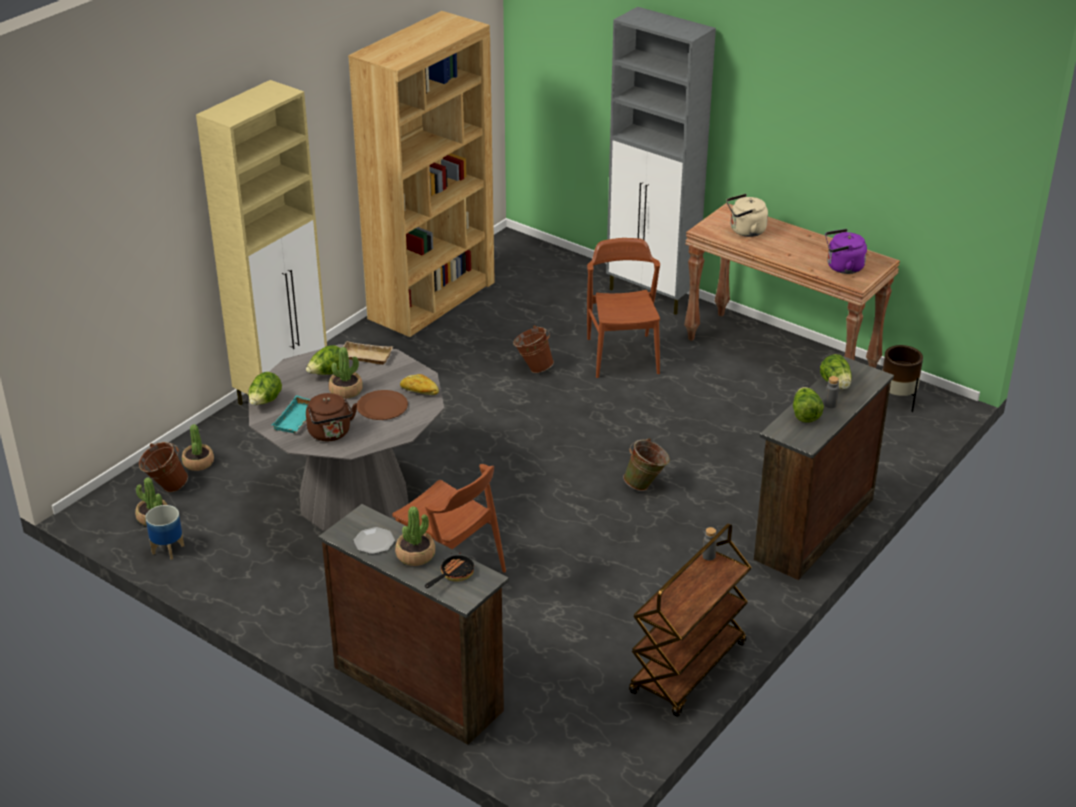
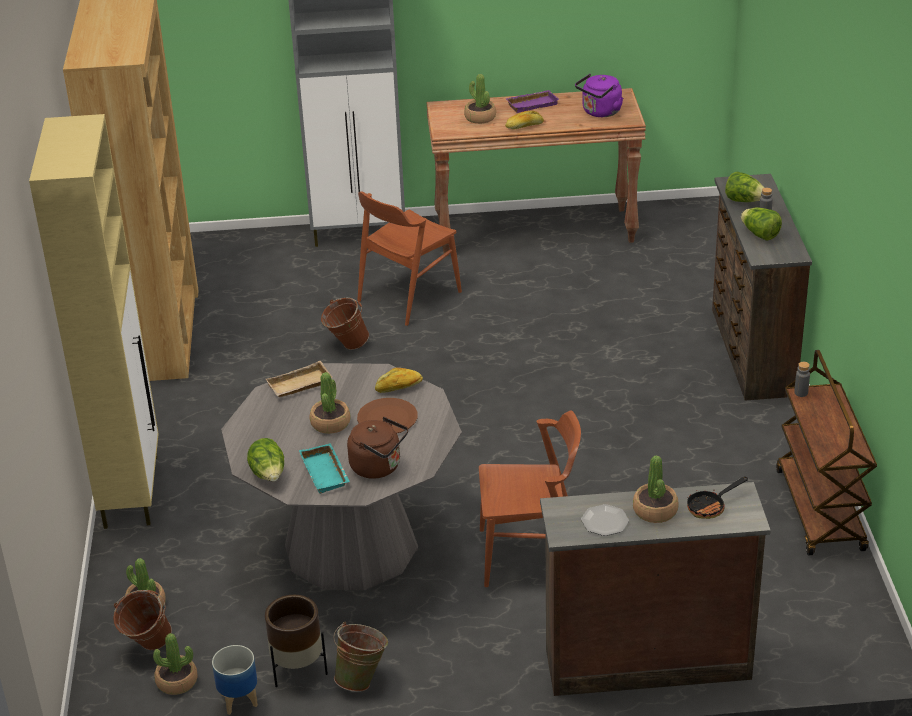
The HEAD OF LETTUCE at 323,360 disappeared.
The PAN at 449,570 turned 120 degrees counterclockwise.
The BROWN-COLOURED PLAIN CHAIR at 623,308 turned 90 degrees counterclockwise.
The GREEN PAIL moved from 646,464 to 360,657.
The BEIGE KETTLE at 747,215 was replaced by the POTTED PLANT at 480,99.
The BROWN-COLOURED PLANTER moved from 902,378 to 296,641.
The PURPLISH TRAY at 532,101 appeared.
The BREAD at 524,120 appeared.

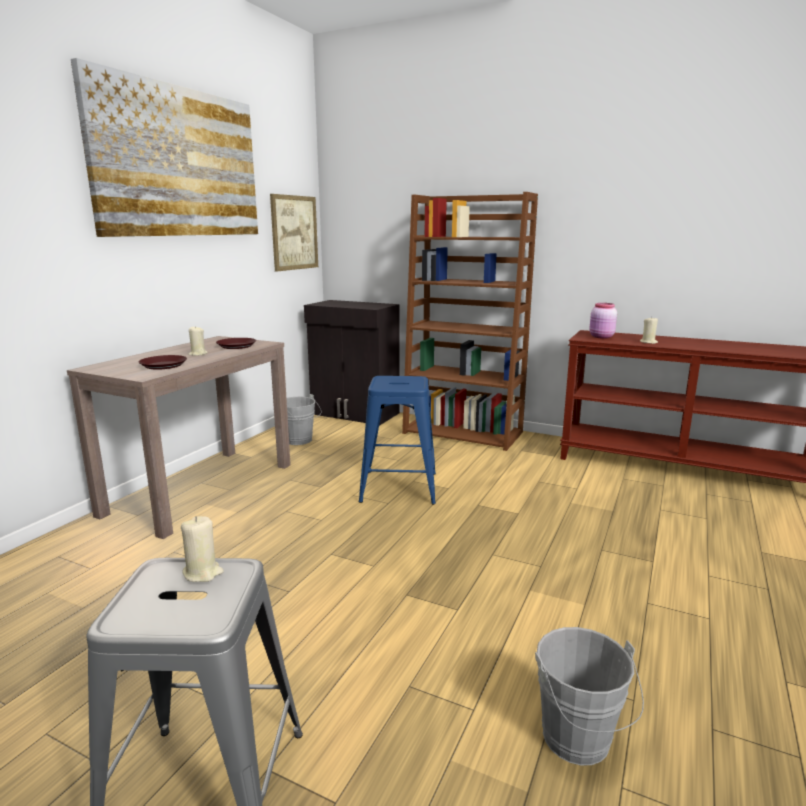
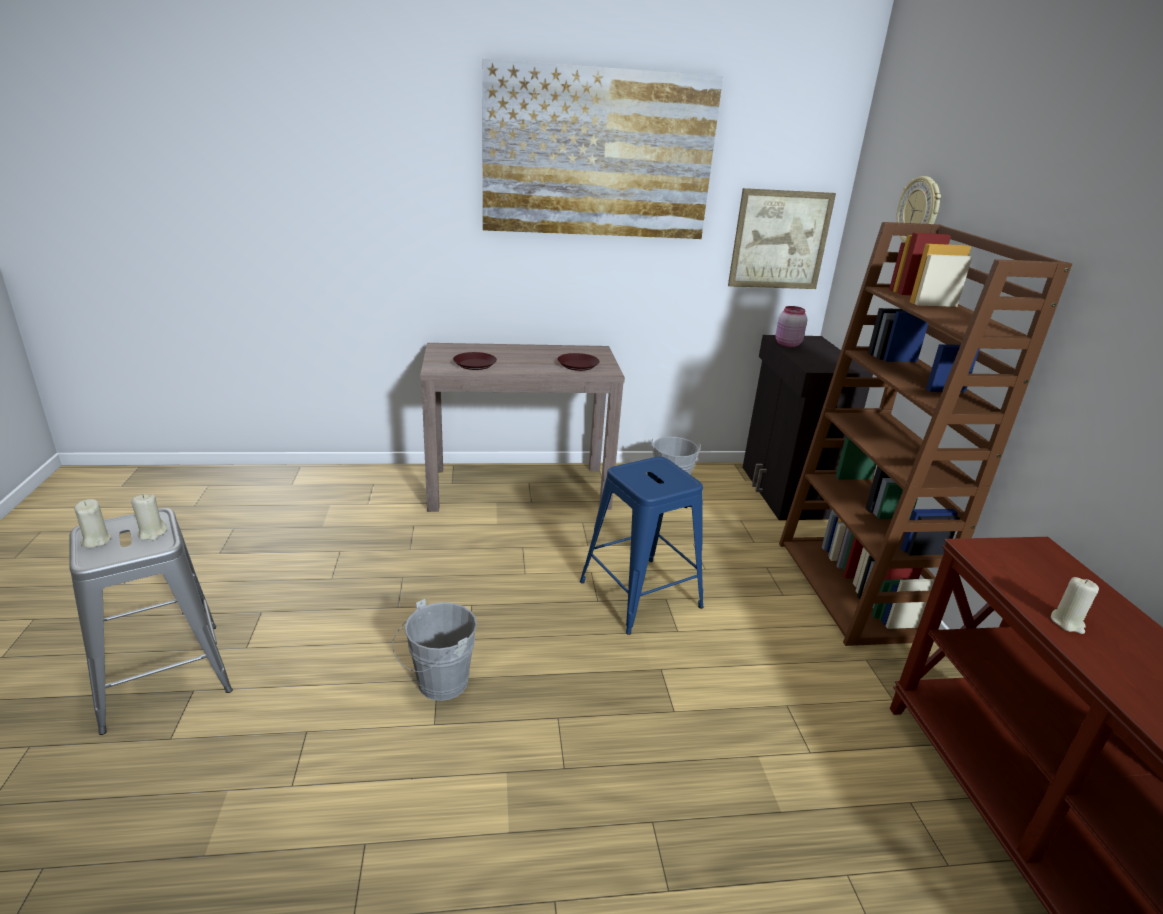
The BEIGE WAX LIGHT moved from 198,341 to 93,523.
The GRAY PAIL moved from 589,696 to 434,650.
The PINK-COLOURED STORAGE JAR moved from 603,321 to 791,326.
The HANGING CLOCK at 918,209 appeared.

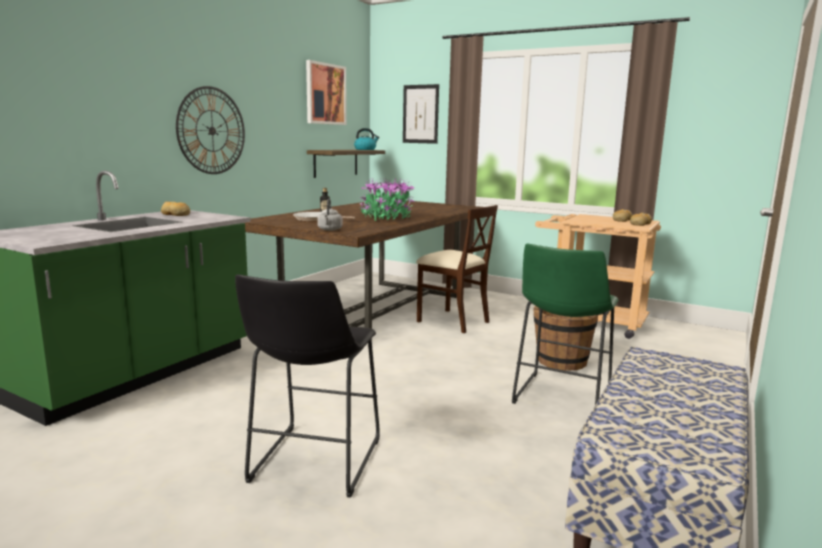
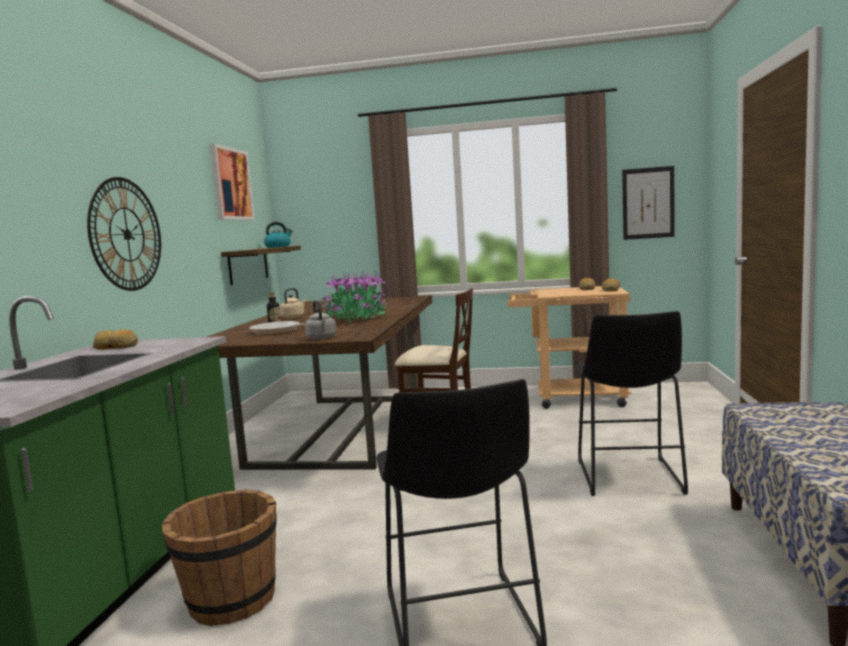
The PICTURE moved from 421,114 to 648,203.
The GREEN SITTING STOOL at 565,324 became the BLACKISH SITTING STOOL at 632,403.
The BROWN-COLOURED PAIL moved from 565,338 to 219,557.
The BEIGE KETTLE at 292,303 appeared.

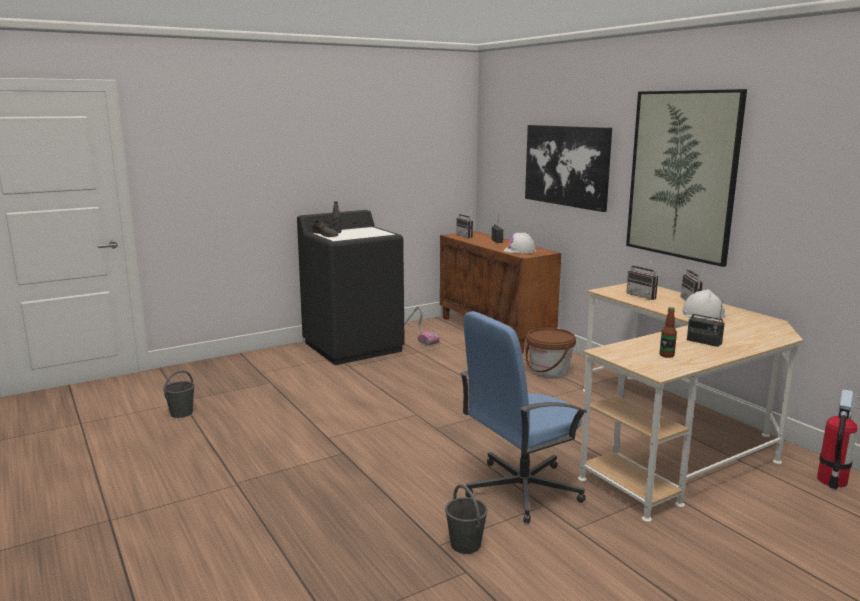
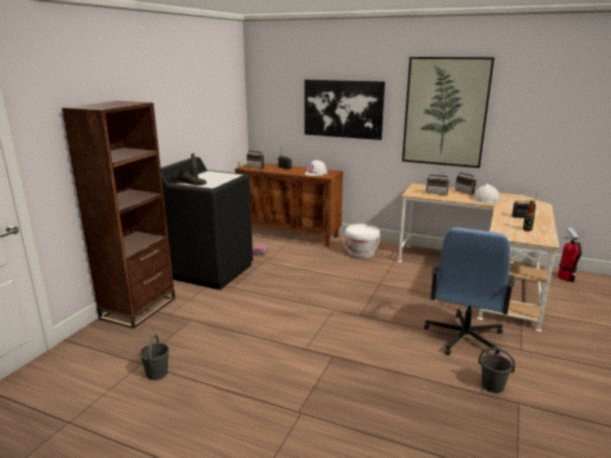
The BROWN-COLOURED PAIL at 550,353 became the WHITE-COLOURED PAIL at 361,241.
The BROWN-COLOURED BOOKCASE at 118,215 appeared.

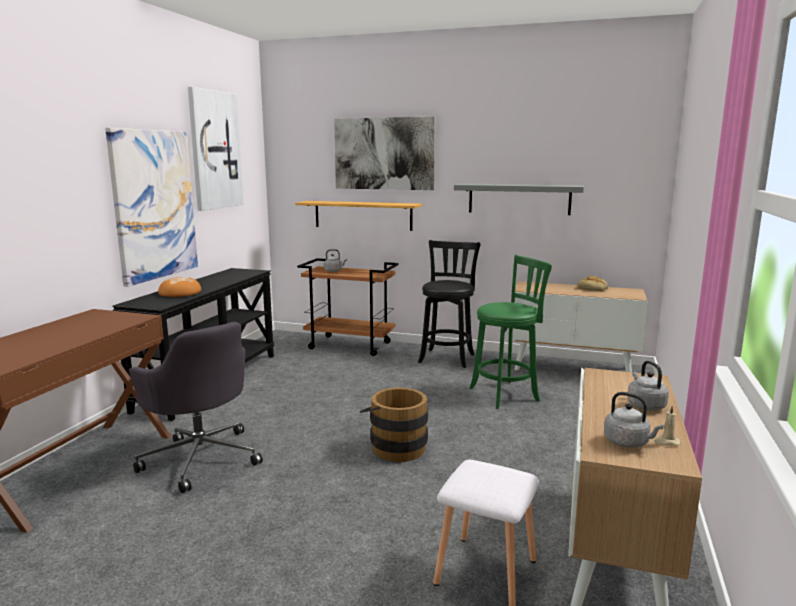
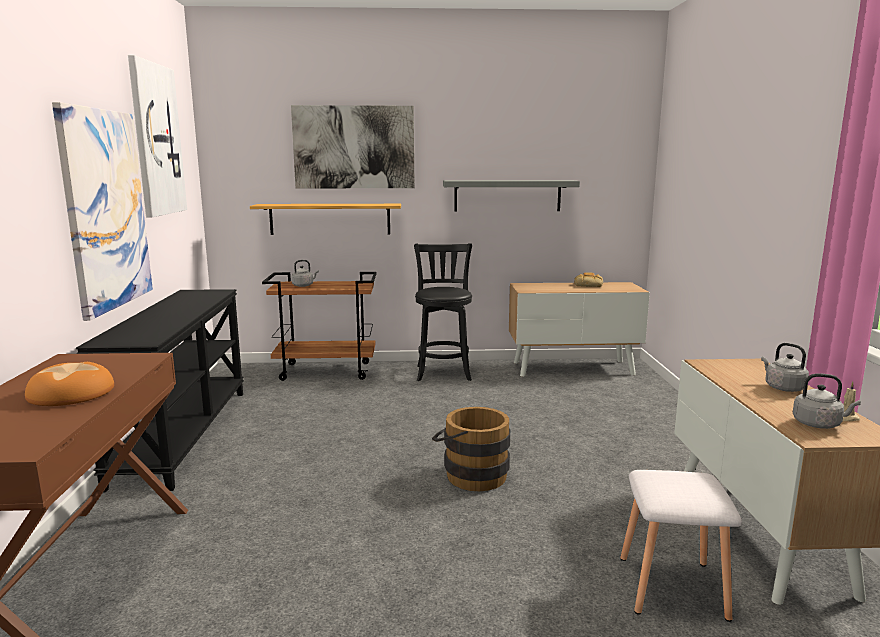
The GRAY OFFICE CHAIR at 196,407 disappeared.
The BREAD moved from 179,287 to 69,384.
The GREEN SITTING STOOL at 510,332 disappeared.

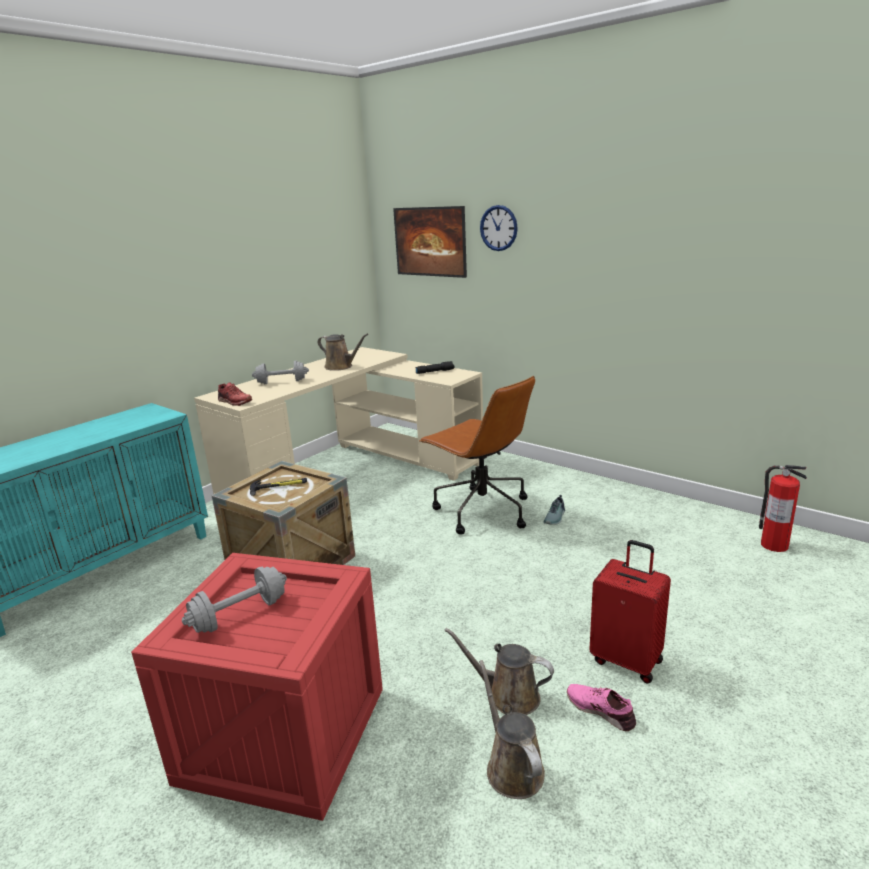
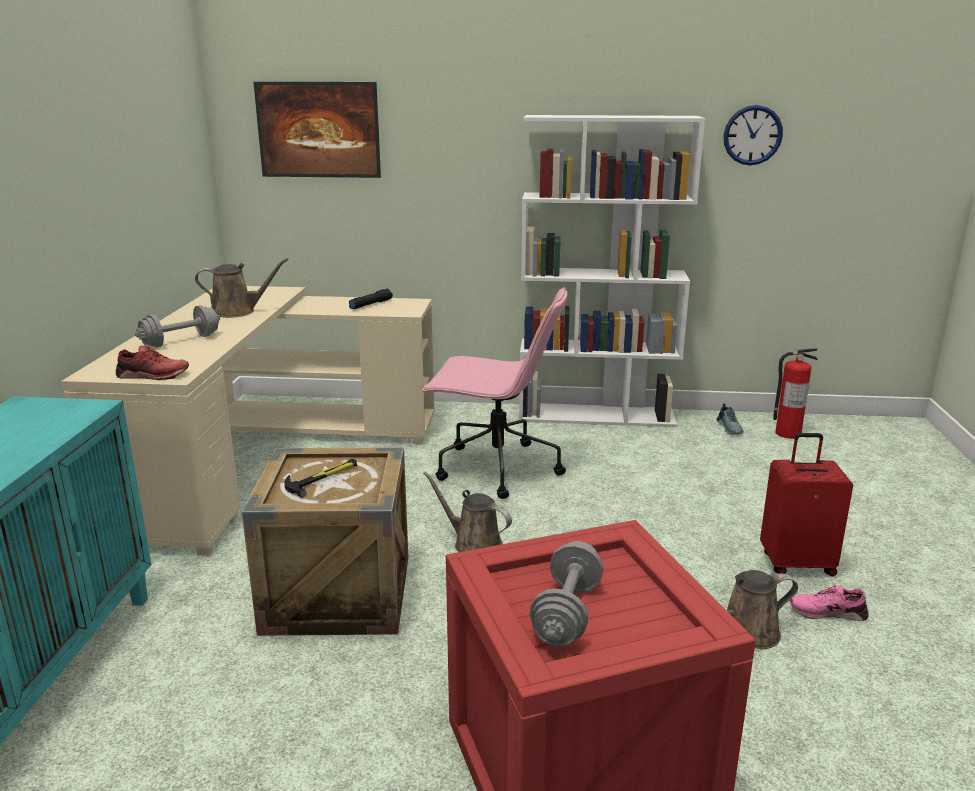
The BROWN-COLOURED OFFICE CHAIR at 477,455 became the PINK-COLOURED OFFICE CHAIR at 495,393.
The BROWN-COLOURED WATERING CAN moved from 512,729 to 467,511.
The HANGING CLOCK moved from 499,228 to 753,135.
The LOW SHOE moved from 554,510 to 730,418.
The WHITE-COLOURED BOOKCASE at 612,271 appeared.

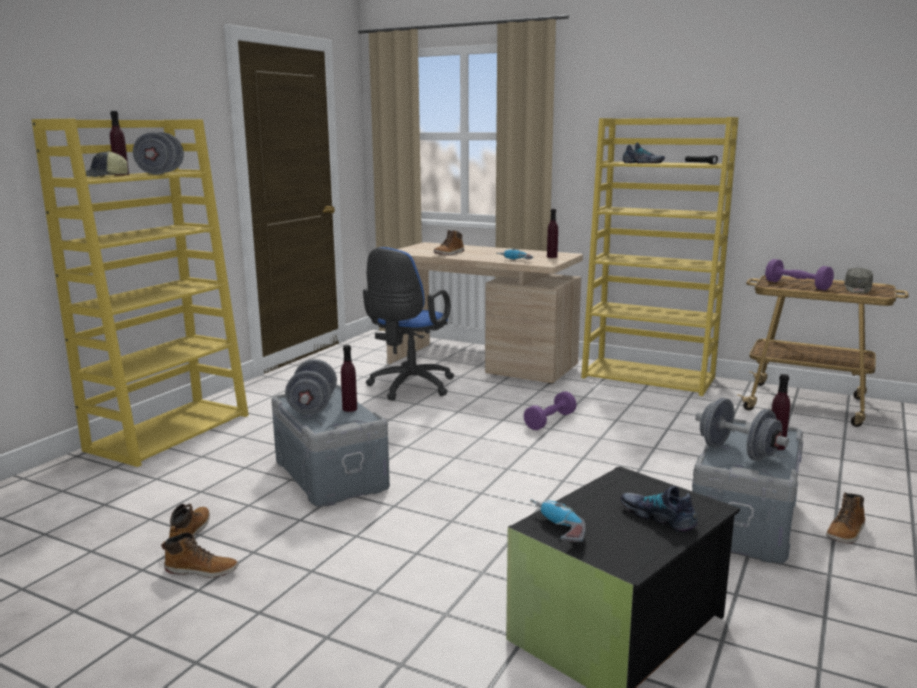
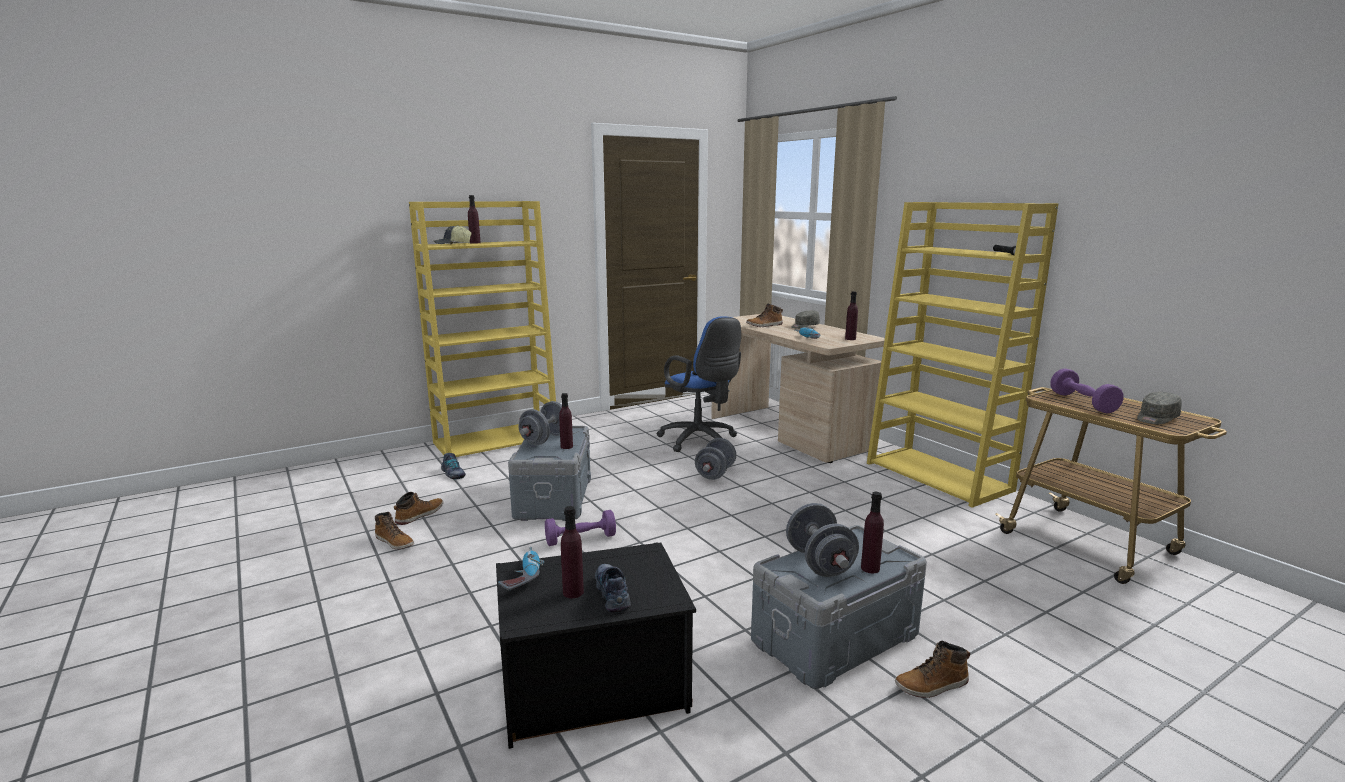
The GRAY HAND WEIGHT moved from 158,153 to 715,459.
The BLUISH OFFICE CHAIR at 408,324 turned 90 degrees counterclockwise.
The PURPLISH HAND WEIGHT moved from 550,410 to 580,528.
The LOW SHOE moved from 643,152 to 453,466.
The PURPLISH BOTTLE at 572,552 appeared.
The GRAY BASEBALL CAP at 805,319 appeared.

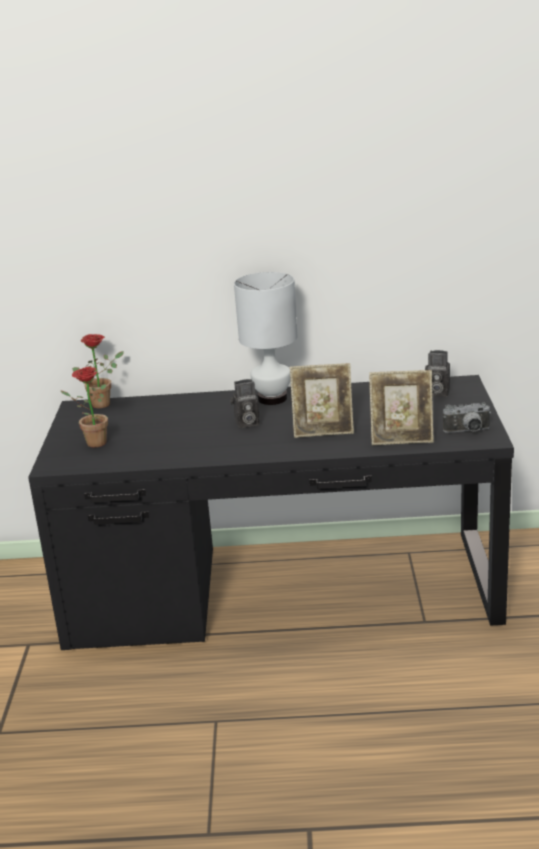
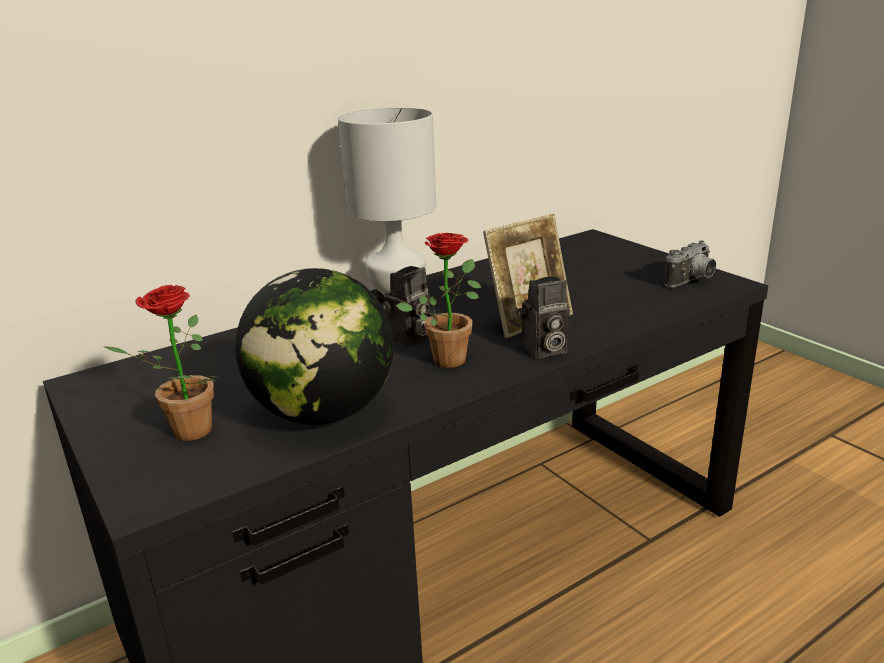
The POTTED PLANT moved from 98,371 to 439,300.
The STANDING FRAME at 401,407 disappeared.
The PHOTO CAMERA moved from 437,373 to 544,317.
The DESK GLOBE at 314,346 appeared.

